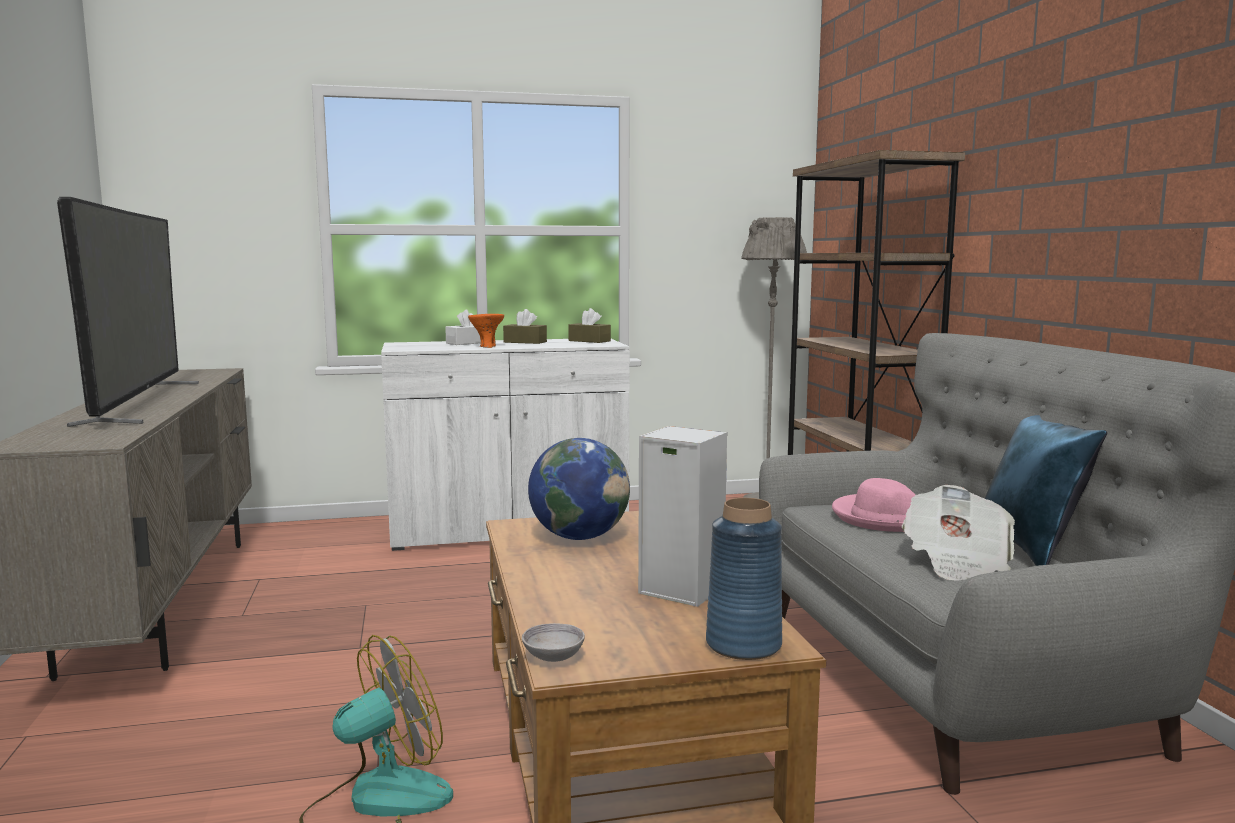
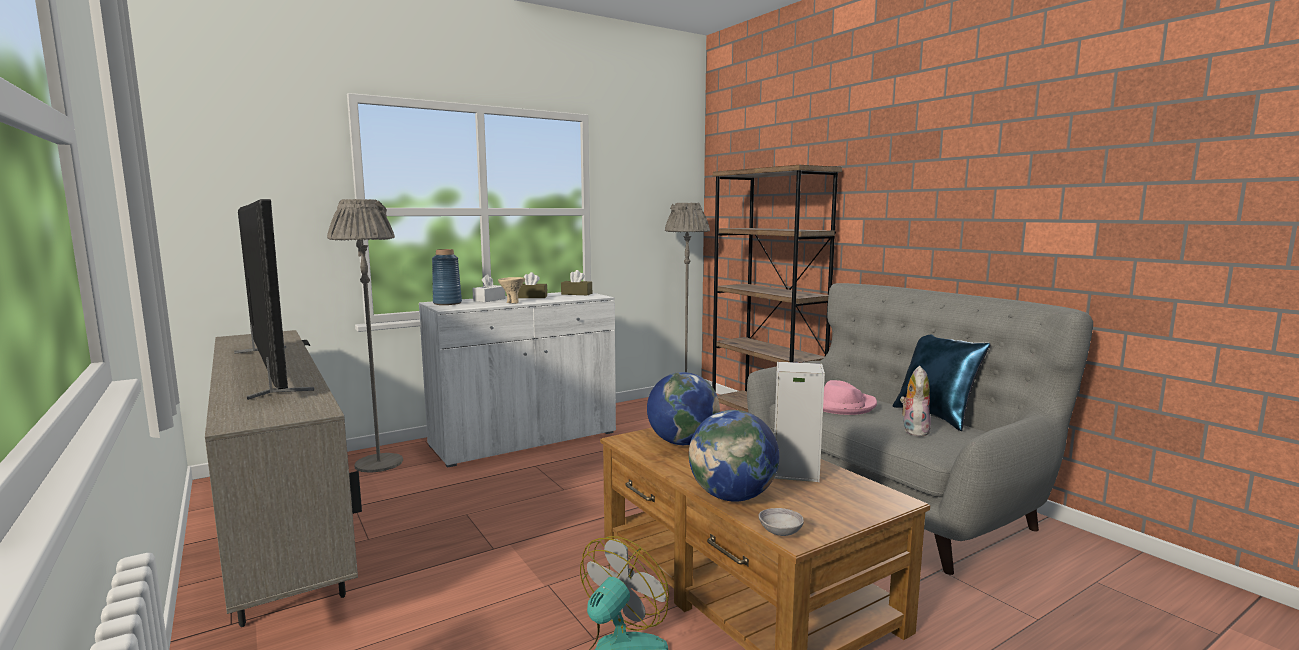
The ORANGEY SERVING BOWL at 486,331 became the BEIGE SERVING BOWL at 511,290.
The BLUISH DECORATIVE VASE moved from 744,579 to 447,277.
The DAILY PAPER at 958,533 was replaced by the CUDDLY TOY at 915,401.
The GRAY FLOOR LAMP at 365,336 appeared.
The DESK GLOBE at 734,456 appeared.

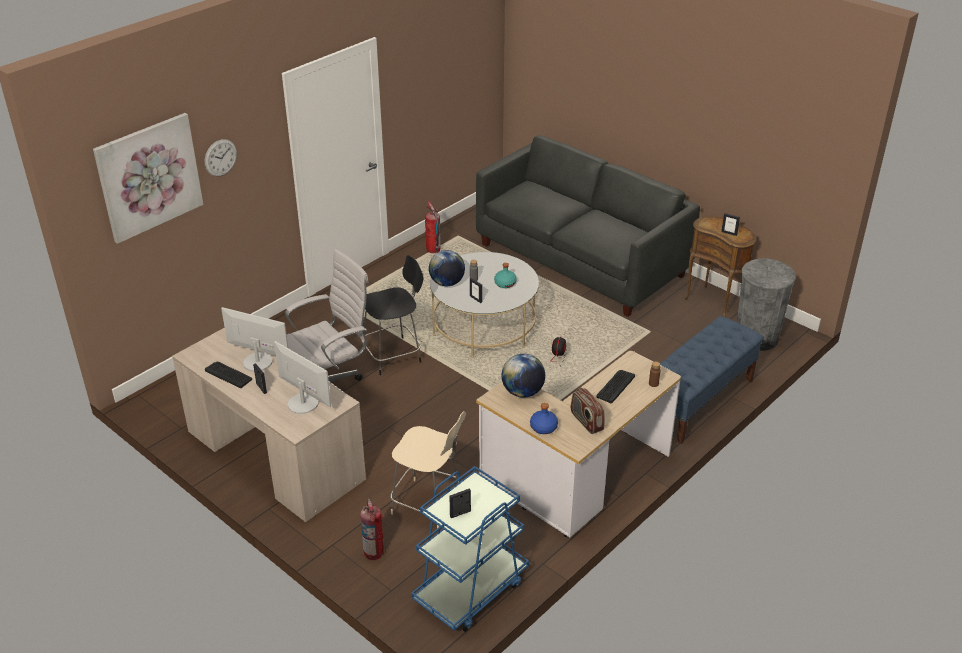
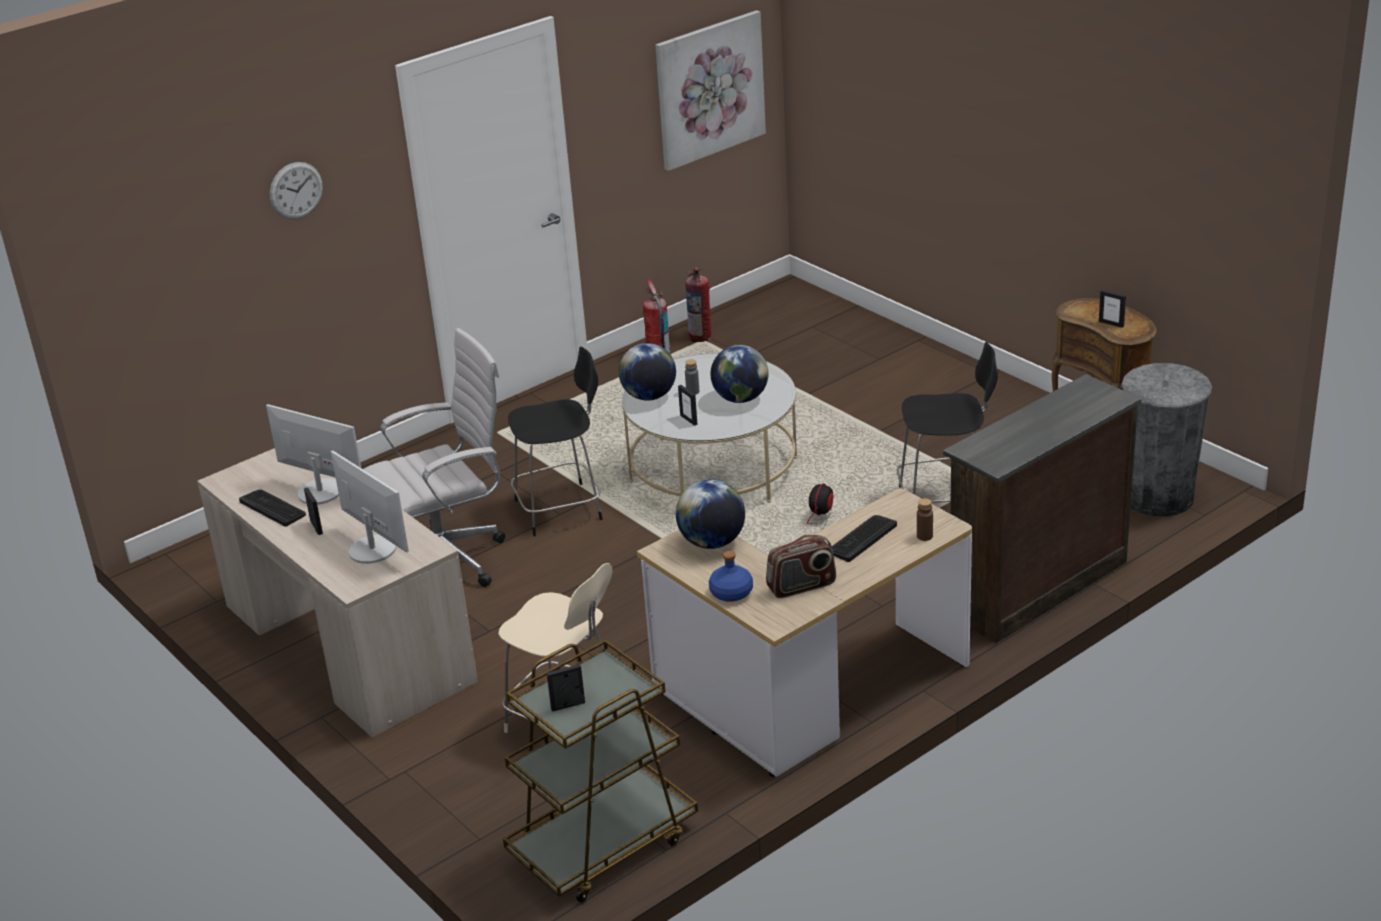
The PICTURE moved from 148,178 to 710,90.
The FIRE EXTINGUISHER moved from 372,529 to 698,305.
The BLUISH CART at 470,549 became the BROWN-COLOURED CART at 600,770.
The GRAY SETTEE at 588,226 disappeared.
The BLUE-GREEN BOTTLE at 505,275 was replaced by the DESK GLOBE at 739,374.
The RADIO RECEIVER at 588,411 turned 90 degrees counterclockwise.
The BLUISH BENCH at 712,380 was replaced by the BROWN-COLOURED DRESSER at 1042,508.
The BLACKISH PLAIN CHAIR at 947,422 appeared.

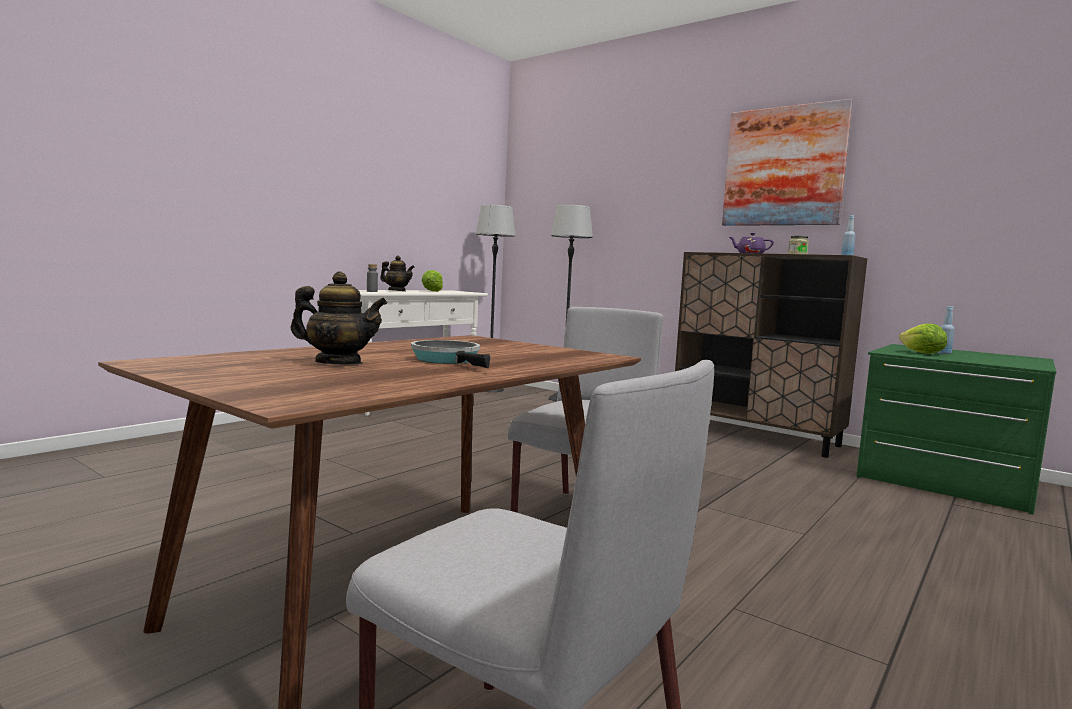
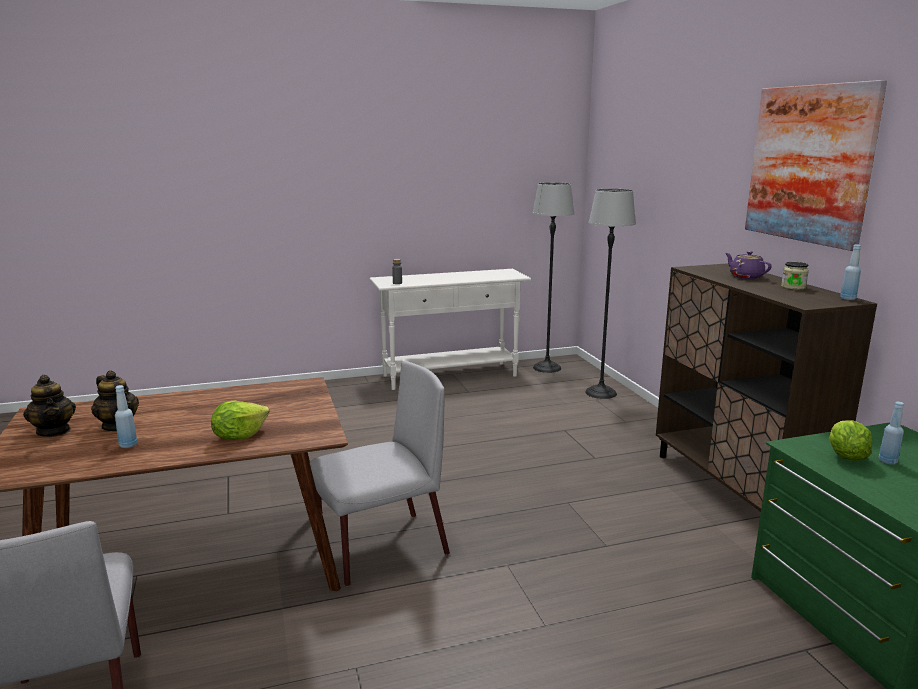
The TEA POT moved from 397,273 to 49,406.
The PAN at 451,354 disappeared.
The HEAD OF LETTUCE moved from 432,281 to 240,420.
The BLUISH BOTTLE at 126,416 appeared.

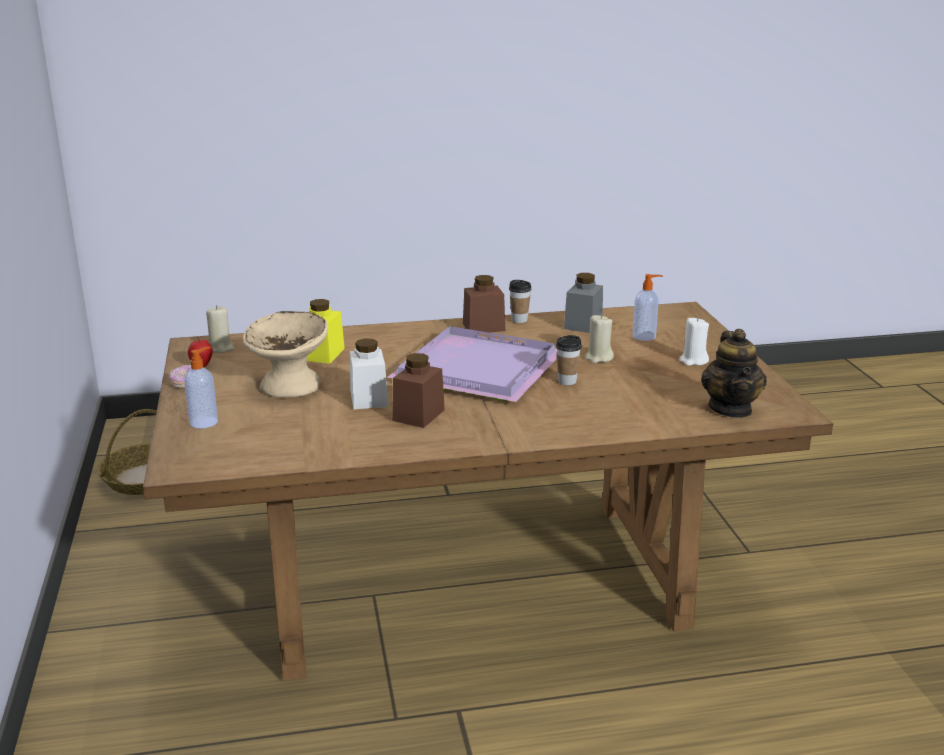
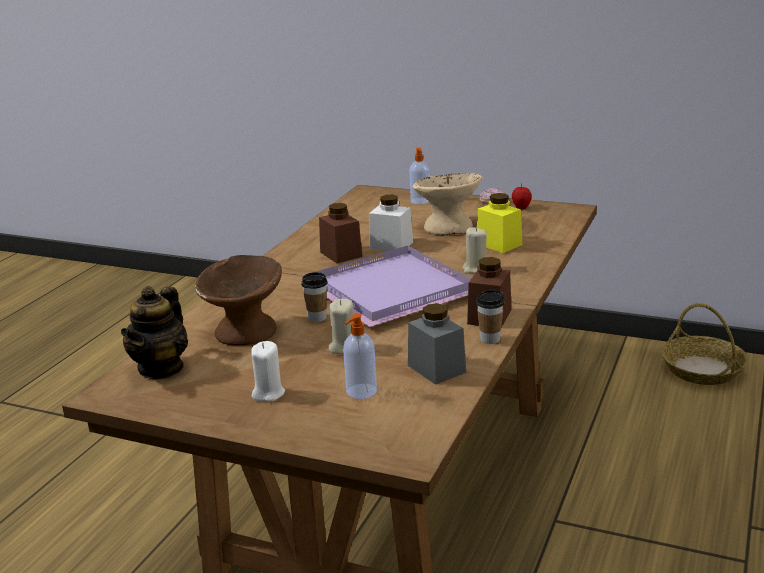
The BEIGE WAX LIGHT moved from 220,329 to 475,250.
The TEA POT at 734,373 turned 105 degrees counterclockwise.
The BROWN-COLOURED SERVING BOWL at 238,300 appeared.

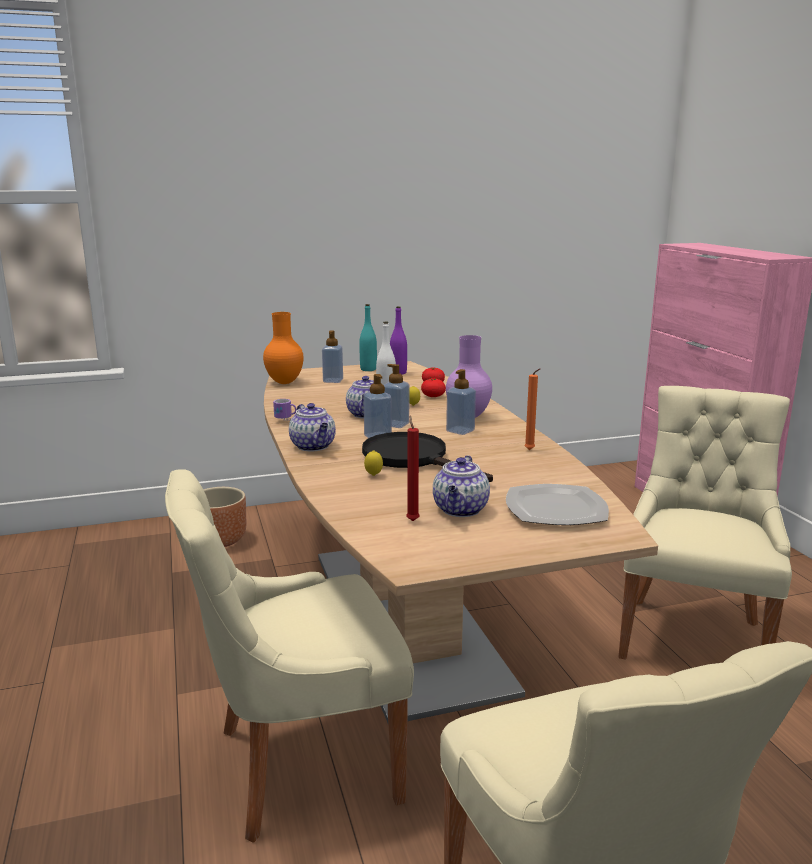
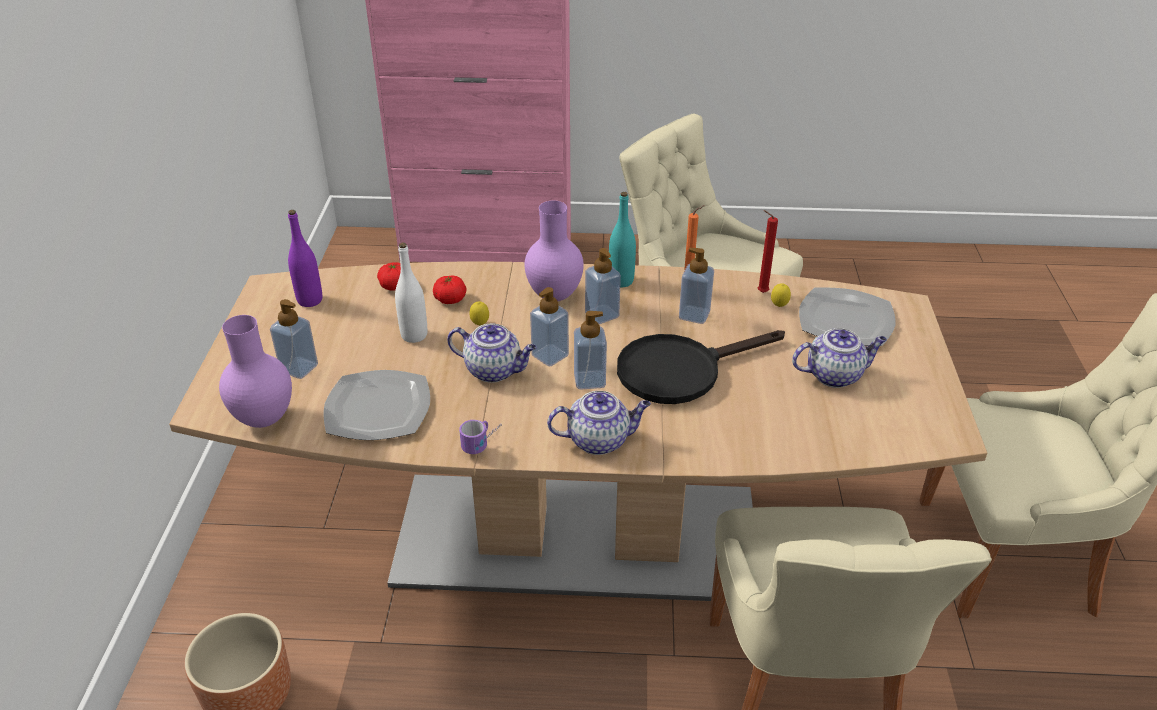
The ORANGEY DECORATIVE VASE at 283,348 became the PURPLISH DECORATIVE VASE at 255,371.
The BLUE-GREEN BOTTLE moved from 368,337 to 622,239.
The WHOLE LEMON moved from 373,463 to 781,295.
The REDDISH WAX LIGHT moved from 413,468 to 768,251.
The TEA POT at 461,486 turned 45 degrees counterclockwise.
The DINNER PLATE at 377,405 appeared.
The SOAP BOTTLE at 696,286 appeared.

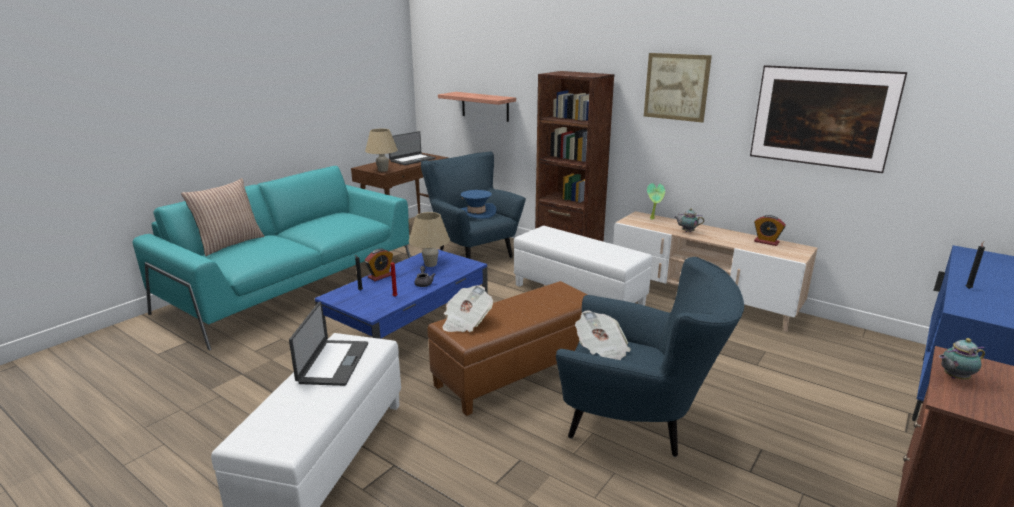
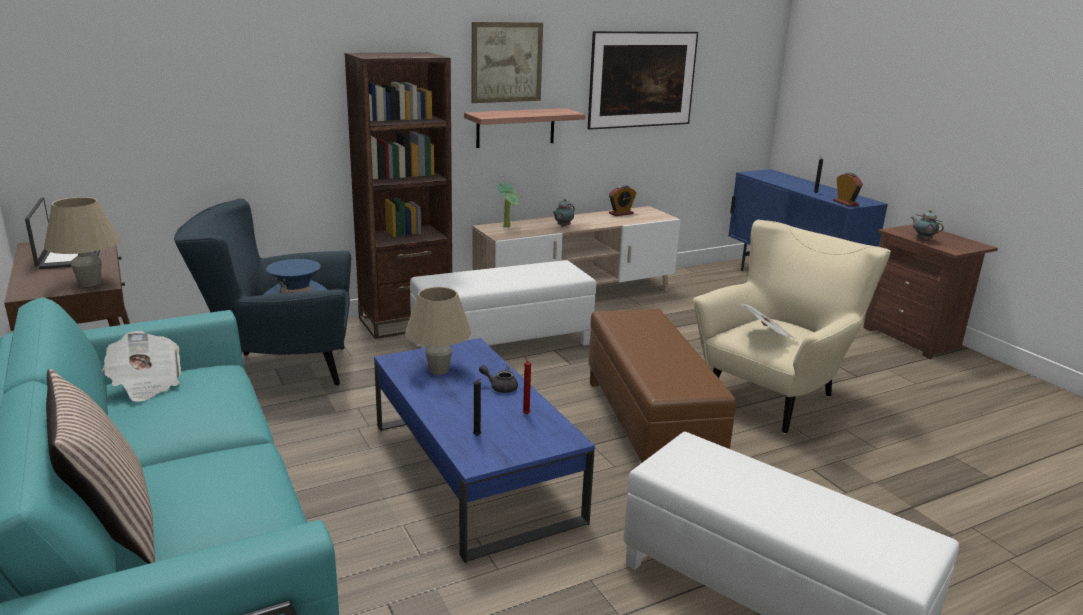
The PORTABLE COMPUTER at 328,344 disappeared.
The ALARM CLOCK moved from 379,265 to 848,190.
The BRACKET SHELF moved from 477,107 to 524,128.
The DAILY PAPER moved from 467,308 to 141,366.
The BLUISH EASY CHAIR at 650,357 became the BEIGE EASY CHAIR at 792,327.
The TEA POT at 962,359 turned 135 degrees clockwise.

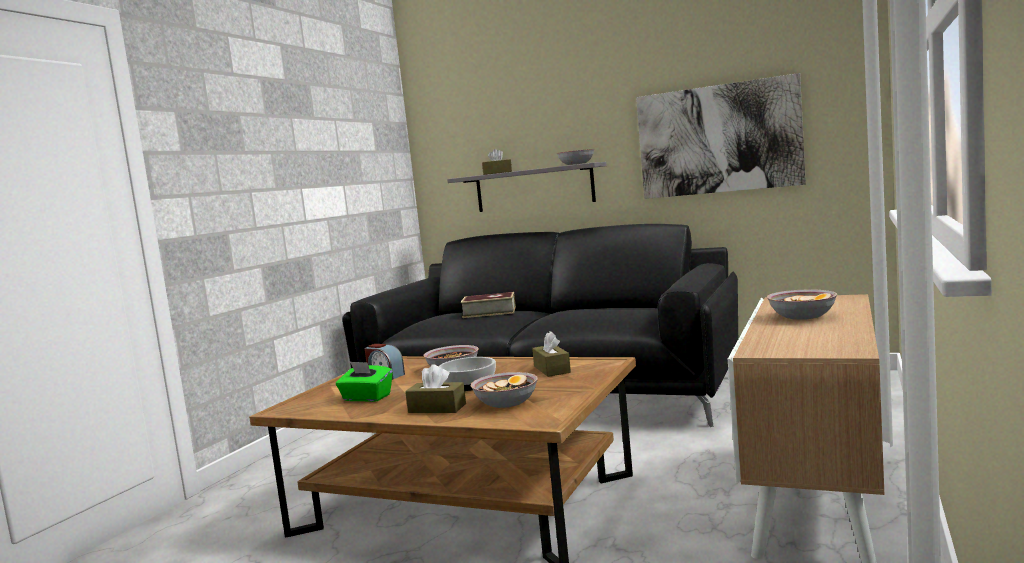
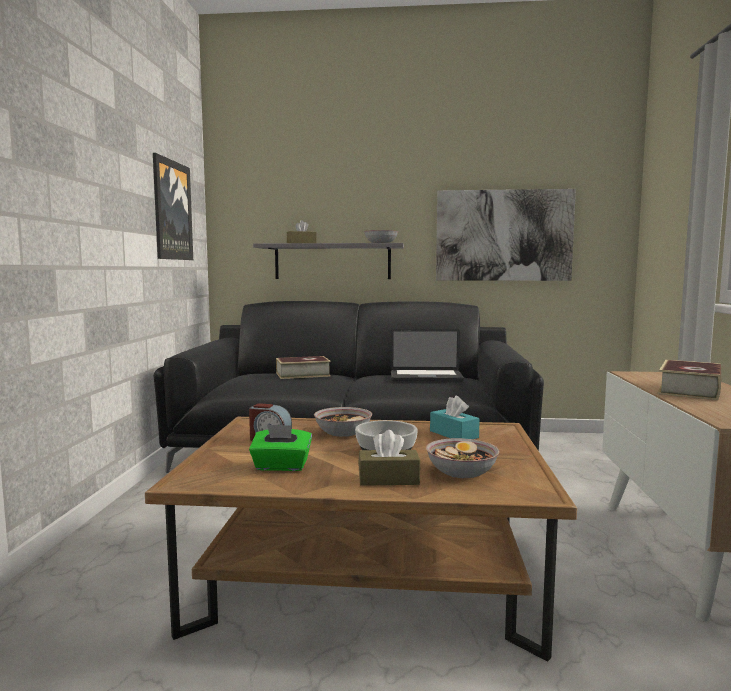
The BROWN-COLOURED TISSUE HOLDER at 551,354 became the BLUE-GREEN TISSUE HOLDER at 455,417.
The SERVING BOWL at 802,304 was replaced by the BOOK at 689,380.
The PICTURE at 173,206 appeared.
The PORTABLE COMPUTER at 427,355 appeared.

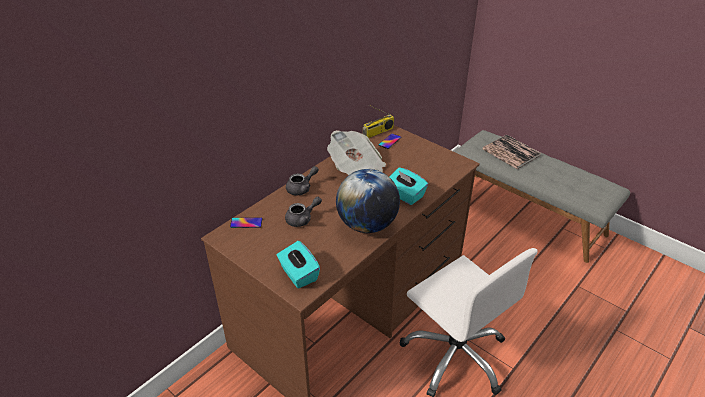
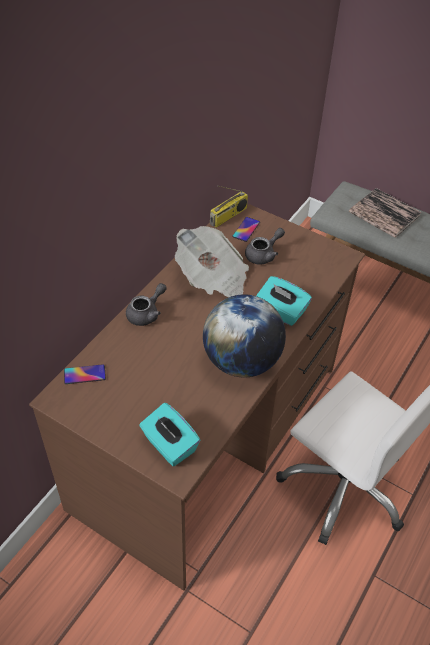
The GRAY TEA POT moved from 303,212 to 265,246.

